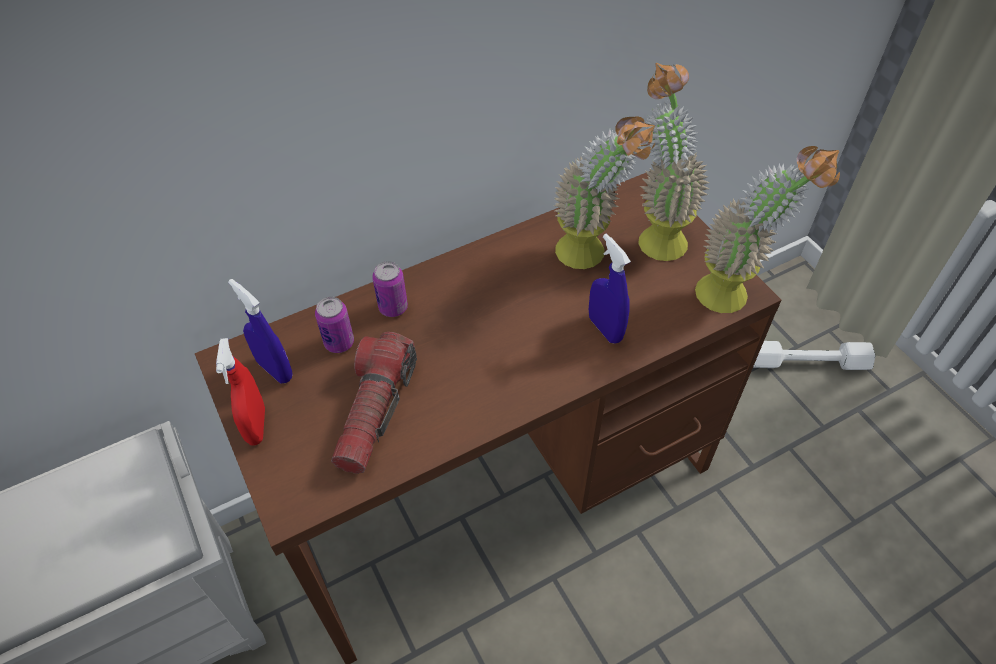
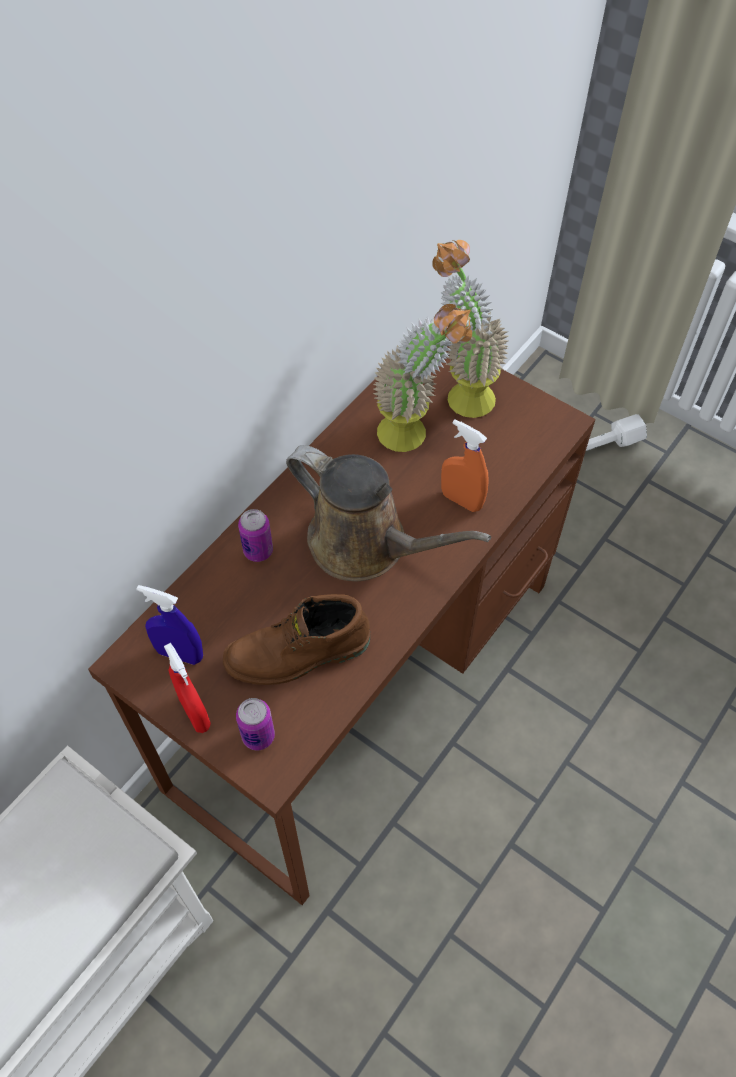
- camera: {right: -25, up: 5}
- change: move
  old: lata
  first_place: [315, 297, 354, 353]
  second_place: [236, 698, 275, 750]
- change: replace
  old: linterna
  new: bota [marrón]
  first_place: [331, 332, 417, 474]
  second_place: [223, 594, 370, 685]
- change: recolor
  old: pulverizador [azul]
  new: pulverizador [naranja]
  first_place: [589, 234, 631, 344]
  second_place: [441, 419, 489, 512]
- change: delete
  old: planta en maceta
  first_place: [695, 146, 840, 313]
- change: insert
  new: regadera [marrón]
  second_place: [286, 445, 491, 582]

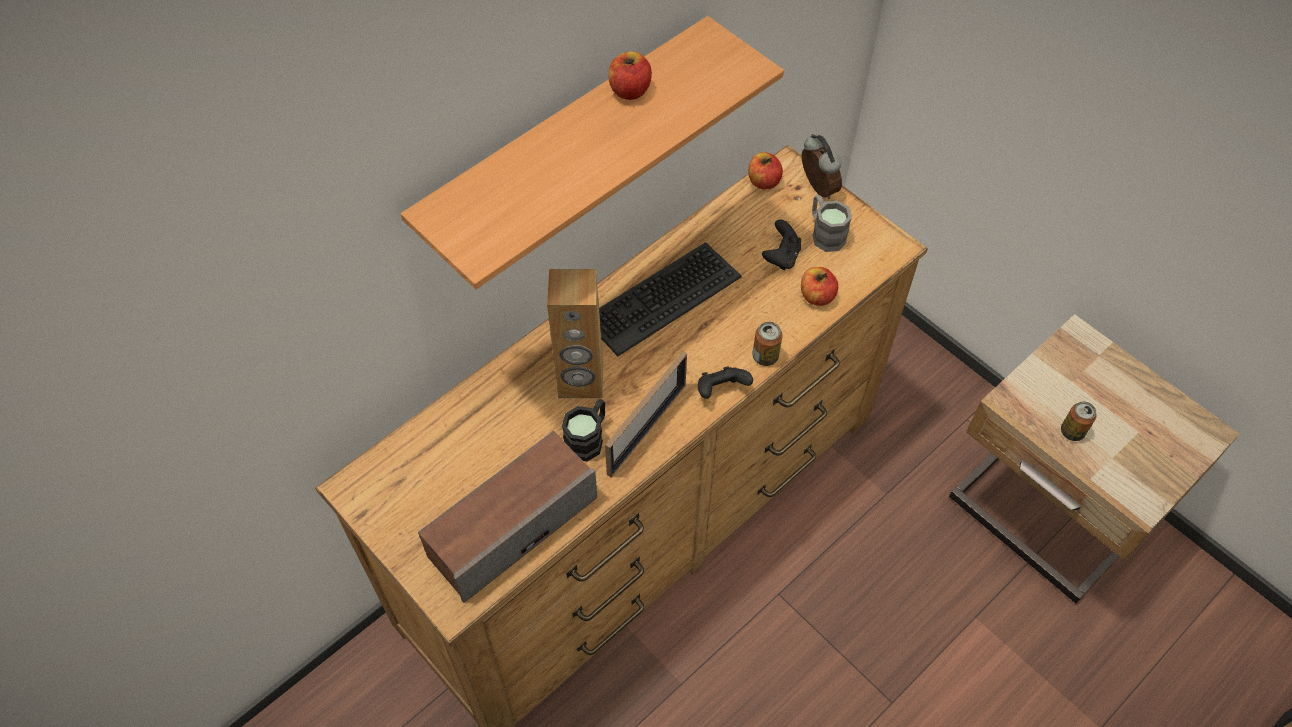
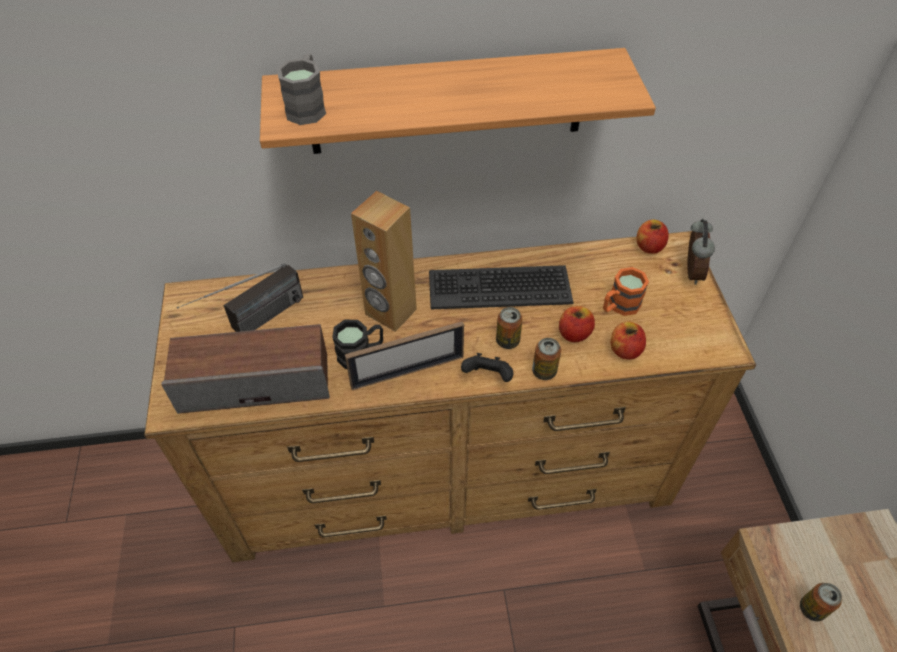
- camera: {right: 35, up: -5}
- change: move
  old: manzana
  first_place: [608, 51, 652, 100]
  second_place: [559, 306, 595, 342]
- change: replace
  old: mando de consola [negro]
  new: taza grande [naranja]
  first_place: [762, 220, 801, 270]
  second_place: [603, 267, 649, 316]
- change: move
  old: taza grande [gris]
  first_place: [812, 195, 852, 252]
  second_place: [277, 53, 326, 125]
- change: insert
  new: radio
  second_place: [177, 263, 303, 332]
- change: insert
  new: lata
  second_place: [496, 307, 522, 349]

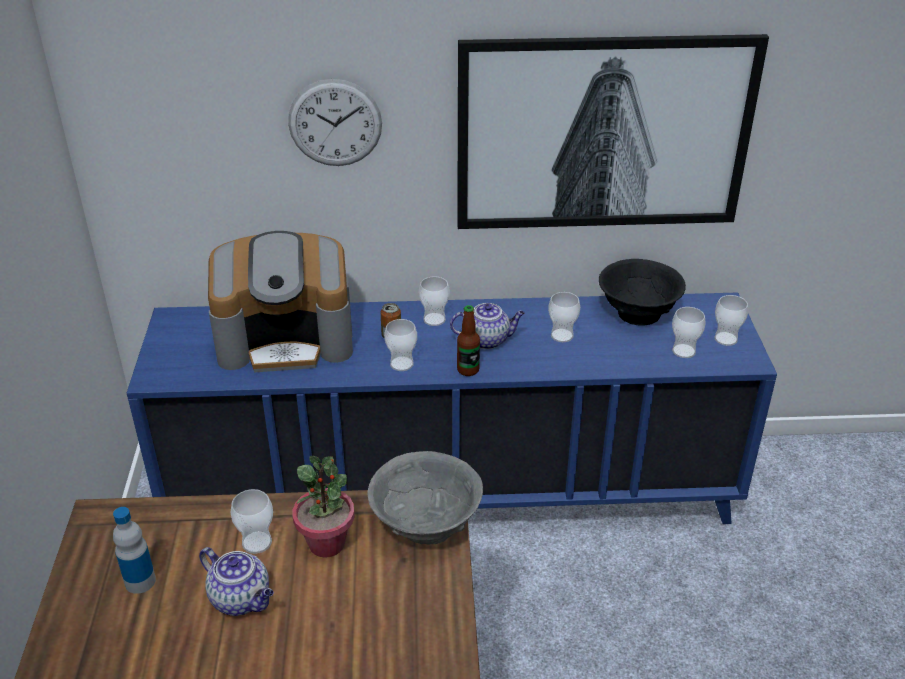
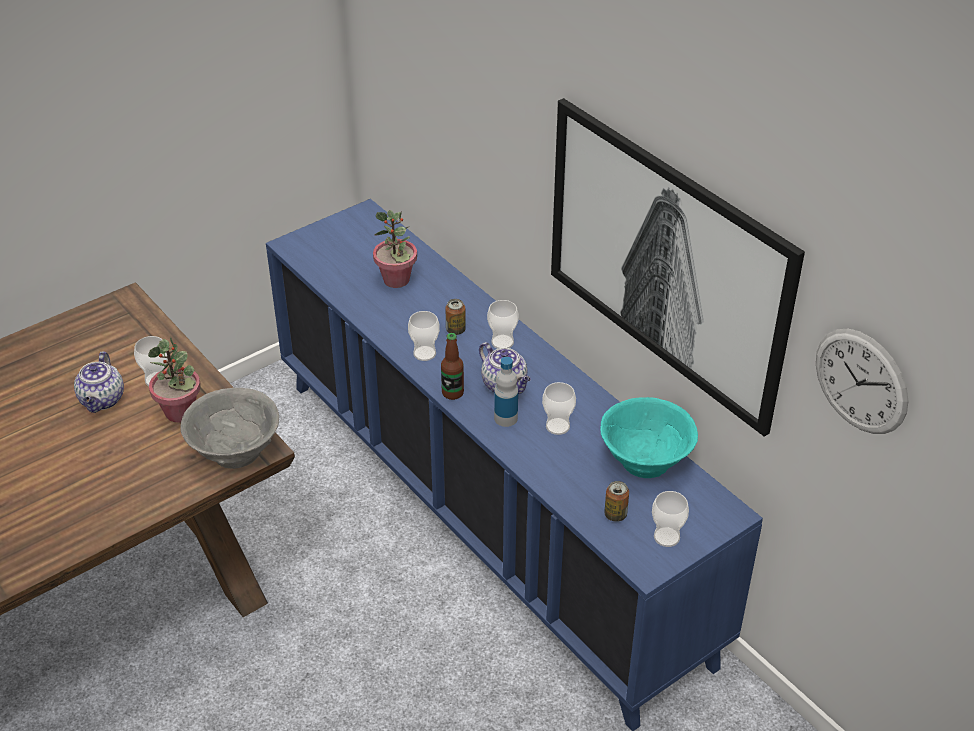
- camera: {right: 55, up: 5}
- change: move
  old: botella
  first_place: [113, 507, 156, 594]
  second_place: [494, 357, 518, 427]
- change: replace
  old: cafetera
  new: planta en maceta
  first_place: [208, 231, 353, 373]
  second_place: [373, 210, 417, 288]
- change: move
  old: reloj de pared
  first_place: [288, 79, 382, 166]
  second_place: [816, 329, 908, 434]
- change: recolor
  old: cuenco [negro]
  new: cuenco [turquesa]
  first_place: [599, 259, 686, 325]
  second_place: [600, 397, 698, 478]
- change: replace
  old: taza
  new: lata
  first_place: [672, 307, 706, 358]
  second_place: [604, 481, 629, 522]

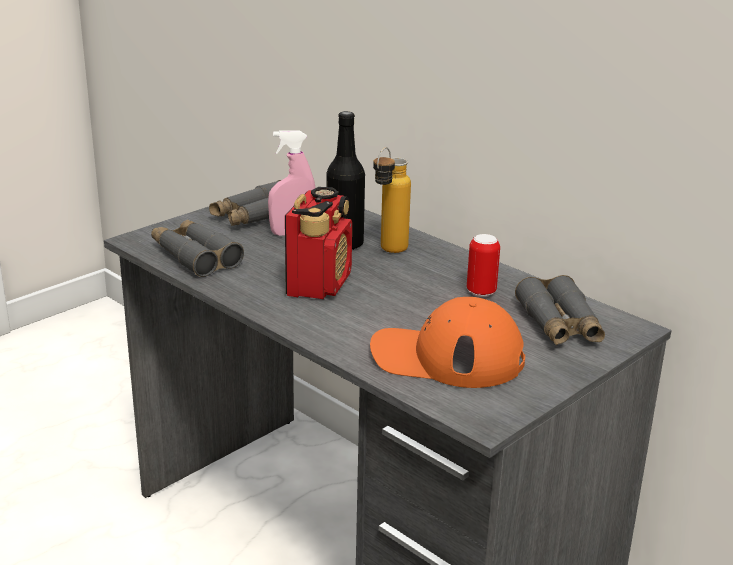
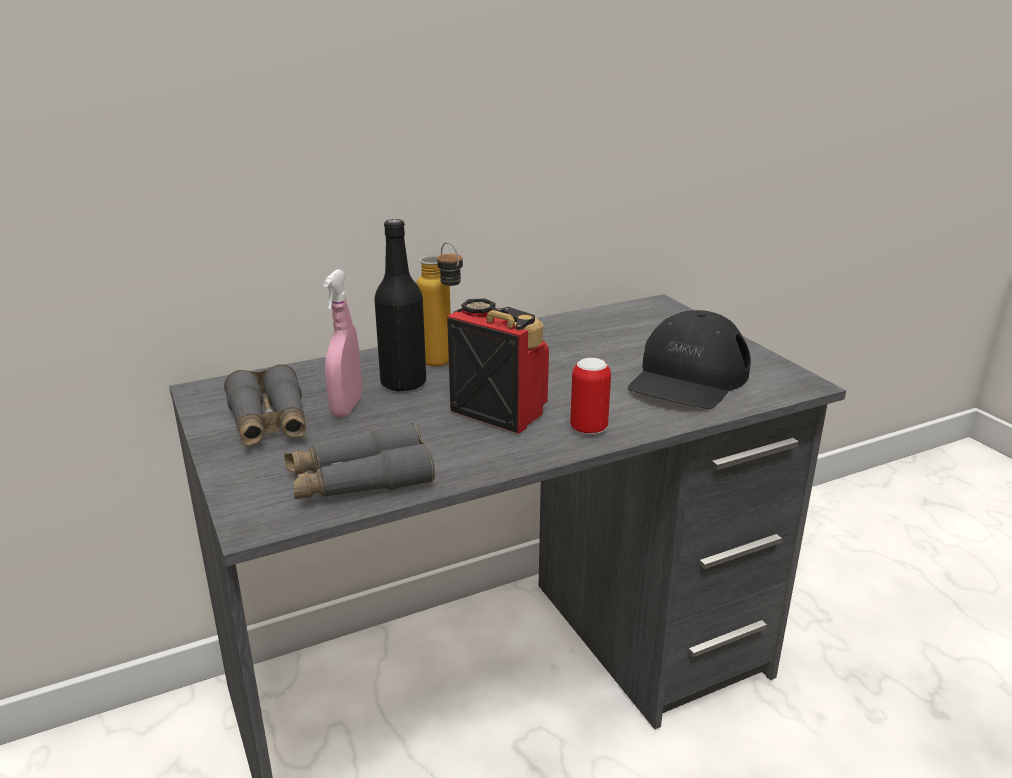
- camera: {right: -70, up: 0}
- change: recolor
  old: gorra [naranja]
  new: gorra [negro]
  first_place: [370, 297, 525, 388]
  second_place: [628, 310, 751, 409]
- change: move
  old: lata
  first_place: [467, 234, 500, 297]
  second_place: [570, 358, 611, 435]
- change: delete
  old: prismáticos [gris]
  first_place: [515, 275, 605, 345]

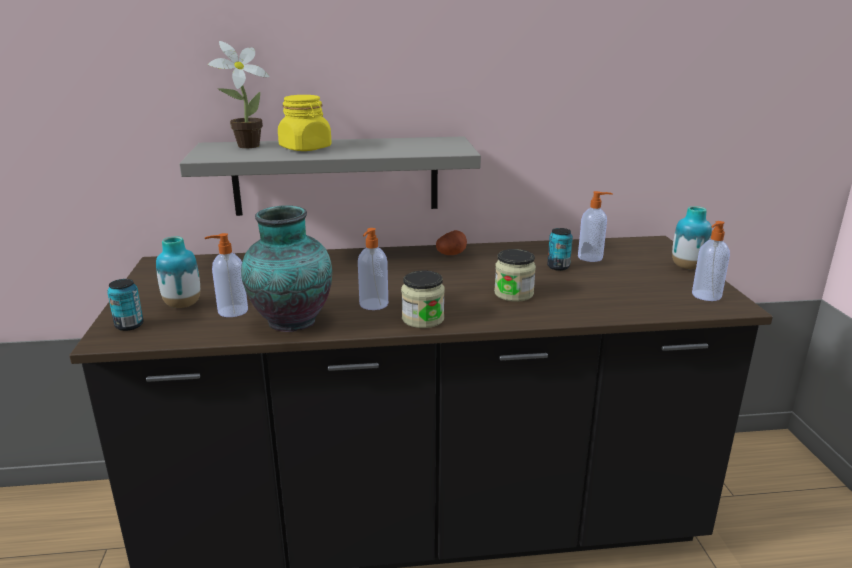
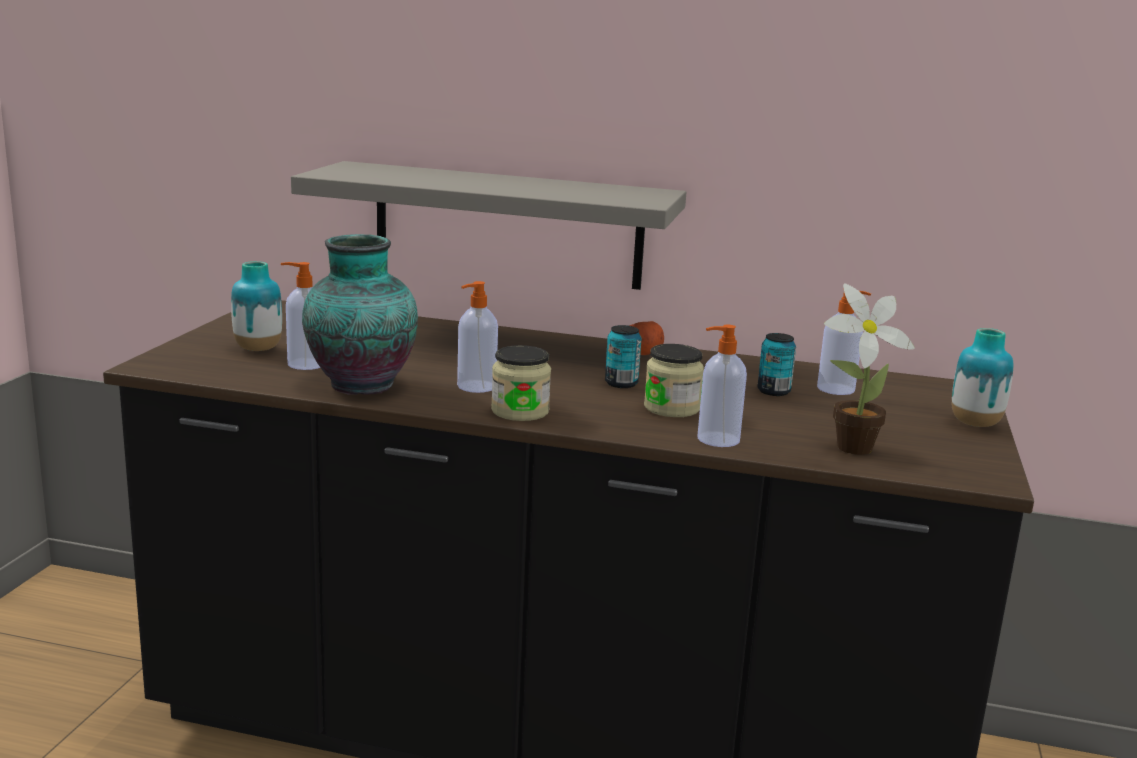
- camera: {right: 20, up: -5}
- change: move
  old: lata
  first_place: [107, 279, 144, 331]
  second_place: [605, 325, 641, 388]
- change: move
  old: planta en maceta
  first_place: [208, 41, 270, 148]
  second_place: [824, 283, 915, 455]
- change: delete
  old: tarro [amarillo]
  first_place: [278, 95, 332, 151]
- change: move
  old: dispensador de jabón
  first_place: [692, 221, 730, 301]
  second_place: [697, 325, 747, 447]

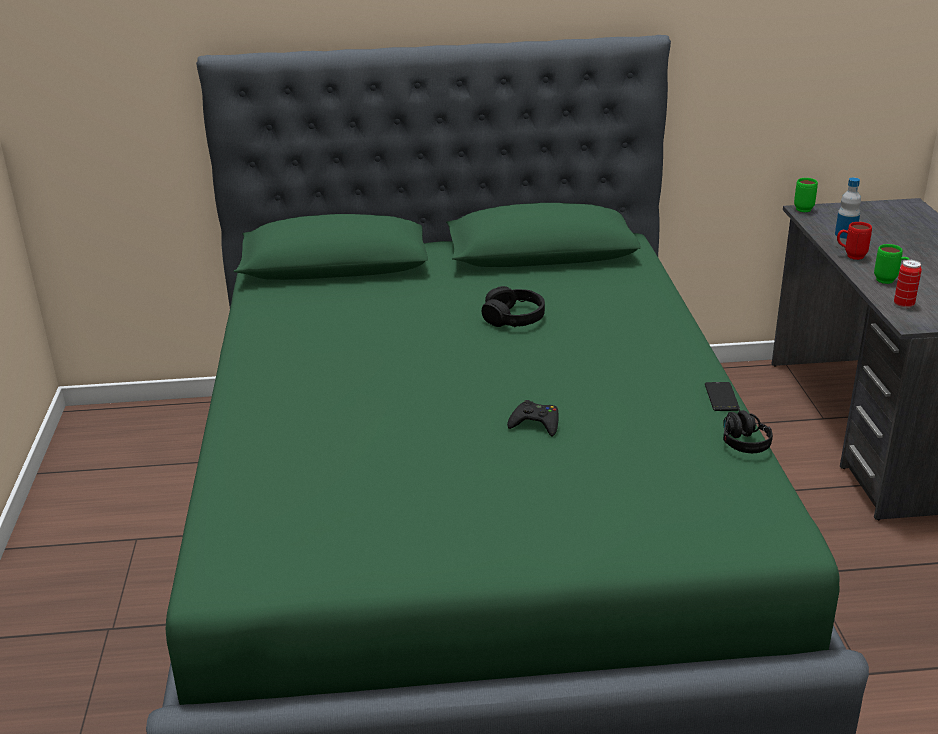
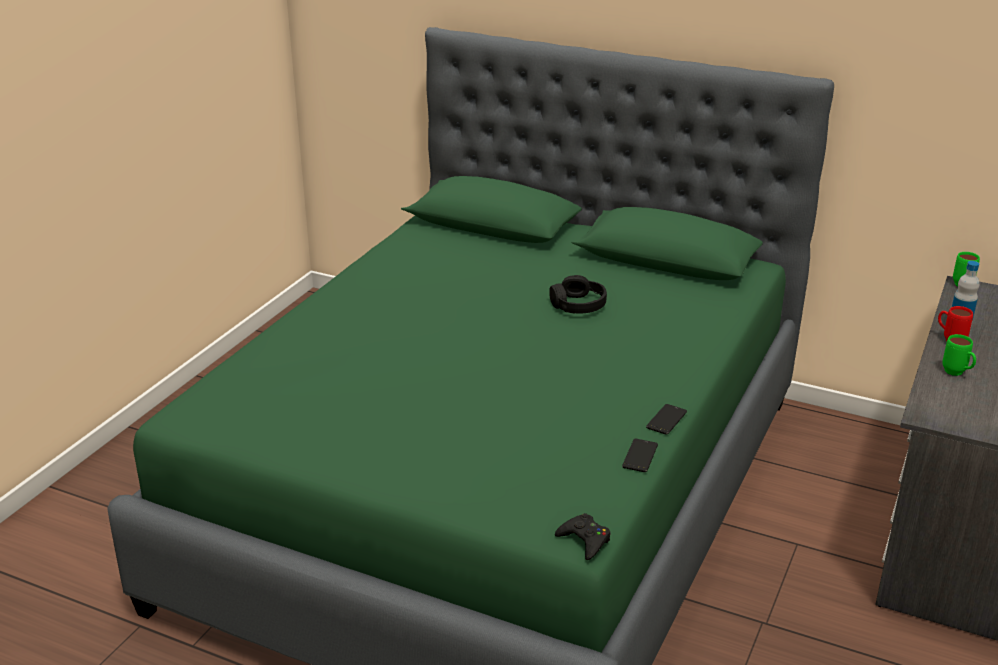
- camera: {right: 30, up: 0}
- change: move
  old: mando de consola [negro]
  first_place: [507, 400, 558, 437]
  second_place: [555, 513, 611, 560]
- change: replace
  old: auriculares [negro]
  new: móvil
  first_place: [723, 407, 773, 453]
  second_place: [622, 439, 658, 472]
- change: delete
  old: lata
  first_place: [894, 260, 922, 308]

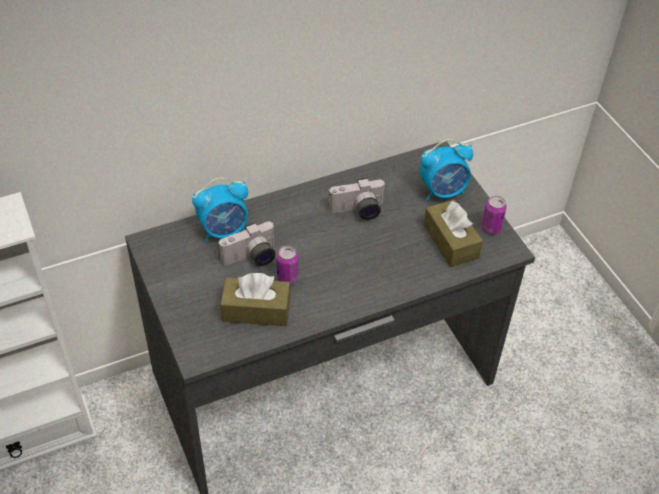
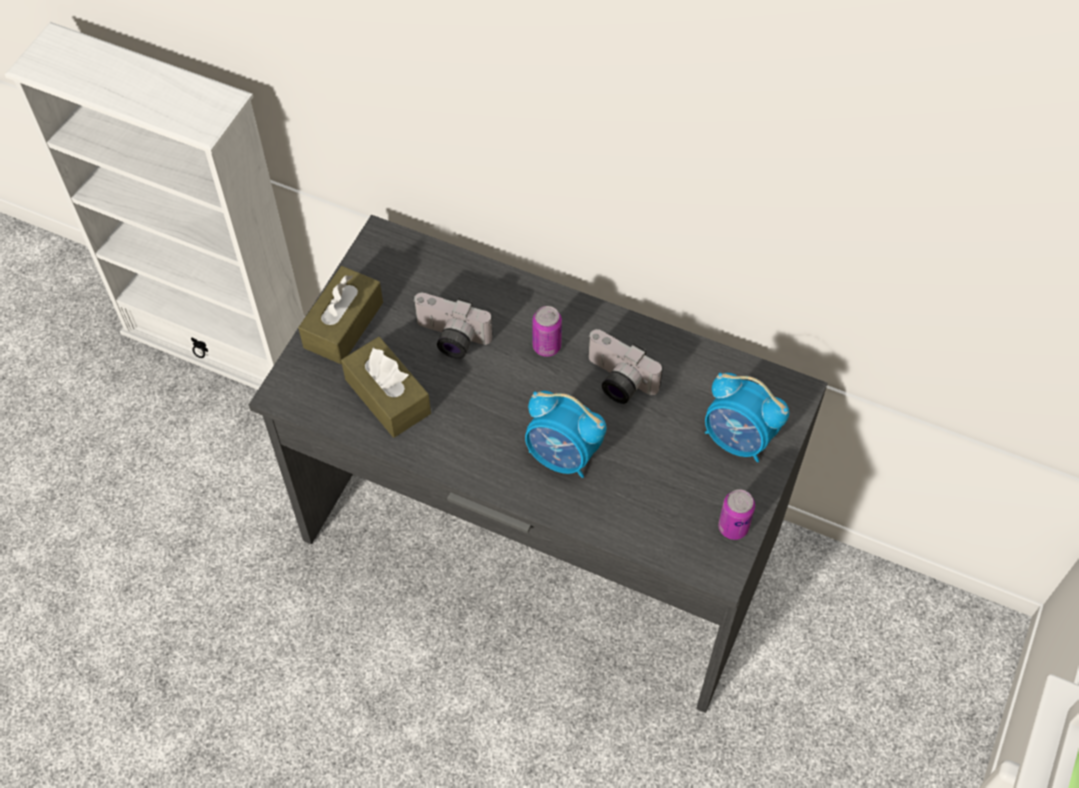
- camera: {right: 50, up: 10}
- change: move
  old: despertador
  first_place: [192, 178, 248, 242]
  second_place: [525, 391, 606, 478]
- change: move
  old: lata
  first_place: [276, 246, 298, 285]
  second_place: [532, 306, 562, 357]
- change: move
  old: caja de pañuelos [marrón]
  first_place: [424, 200, 483, 267]
  second_place: [298, 266, 383, 364]

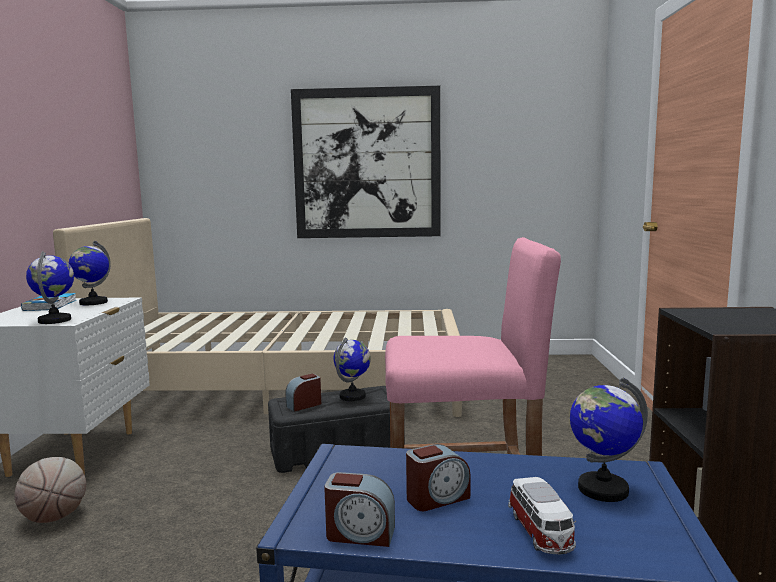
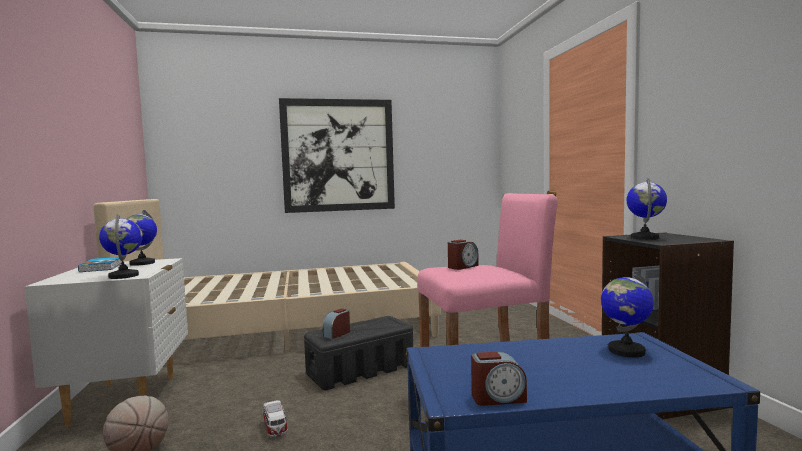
- camera: {right: -15, up: -5}
- change: move
  old: globo terráqueo
  first_place: [334, 337, 371, 401]
  second_place: [627, 177, 667, 240]
- change: move
  old: despertador
  first_place: [406, 444, 471, 511]
  second_place: [448, 240, 479, 270]
- change: move
  old: coche de juguete
  first_place: [508, 477, 576, 555]
  second_place: [263, 400, 288, 437]

